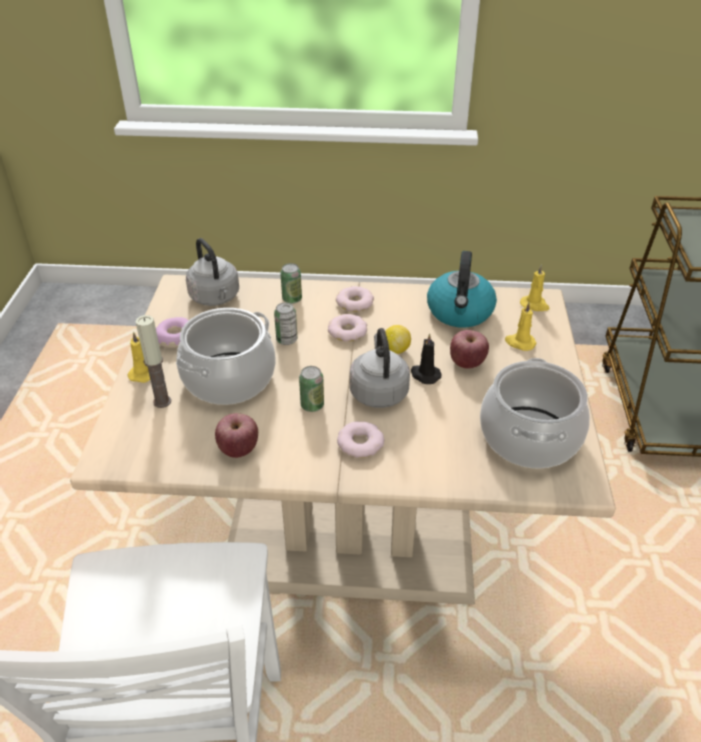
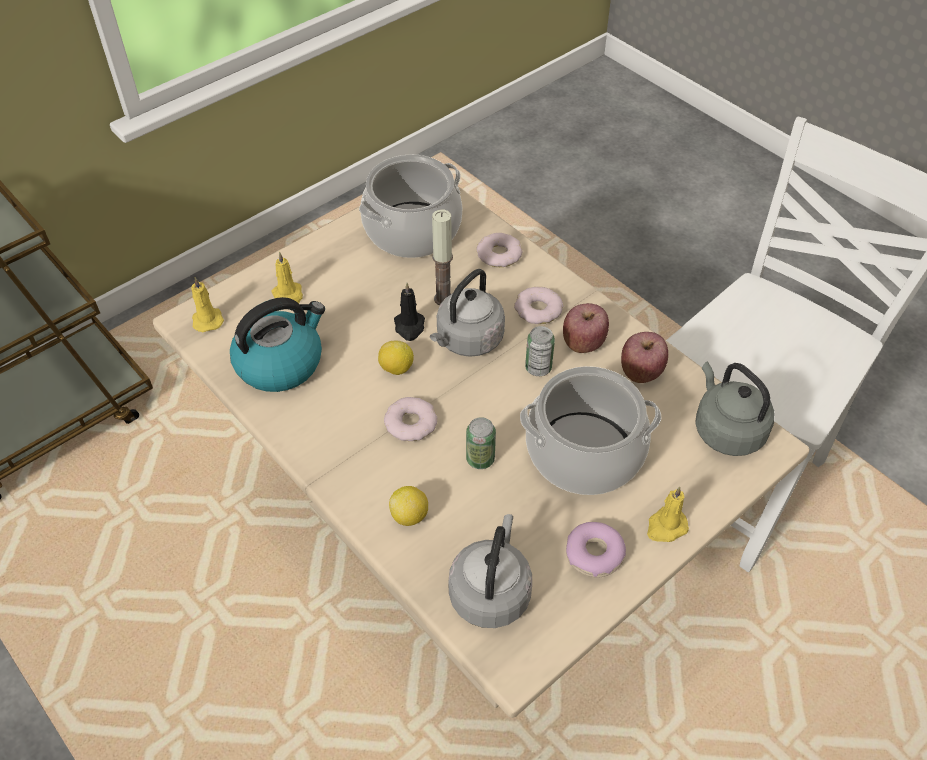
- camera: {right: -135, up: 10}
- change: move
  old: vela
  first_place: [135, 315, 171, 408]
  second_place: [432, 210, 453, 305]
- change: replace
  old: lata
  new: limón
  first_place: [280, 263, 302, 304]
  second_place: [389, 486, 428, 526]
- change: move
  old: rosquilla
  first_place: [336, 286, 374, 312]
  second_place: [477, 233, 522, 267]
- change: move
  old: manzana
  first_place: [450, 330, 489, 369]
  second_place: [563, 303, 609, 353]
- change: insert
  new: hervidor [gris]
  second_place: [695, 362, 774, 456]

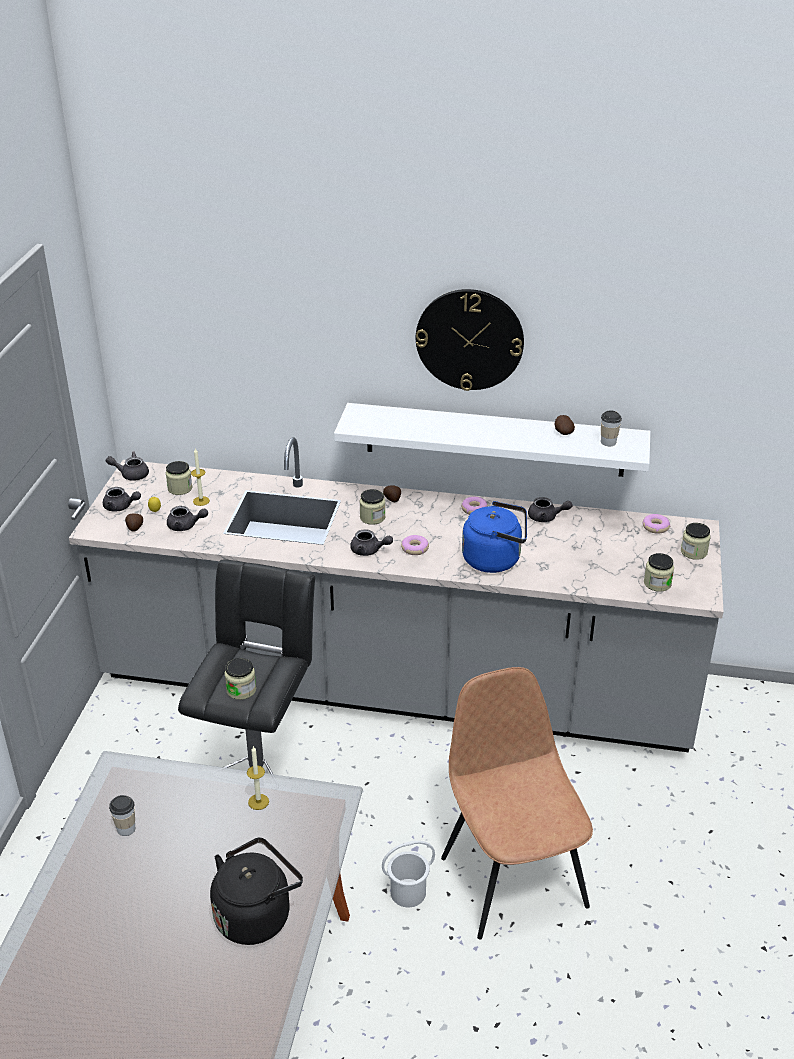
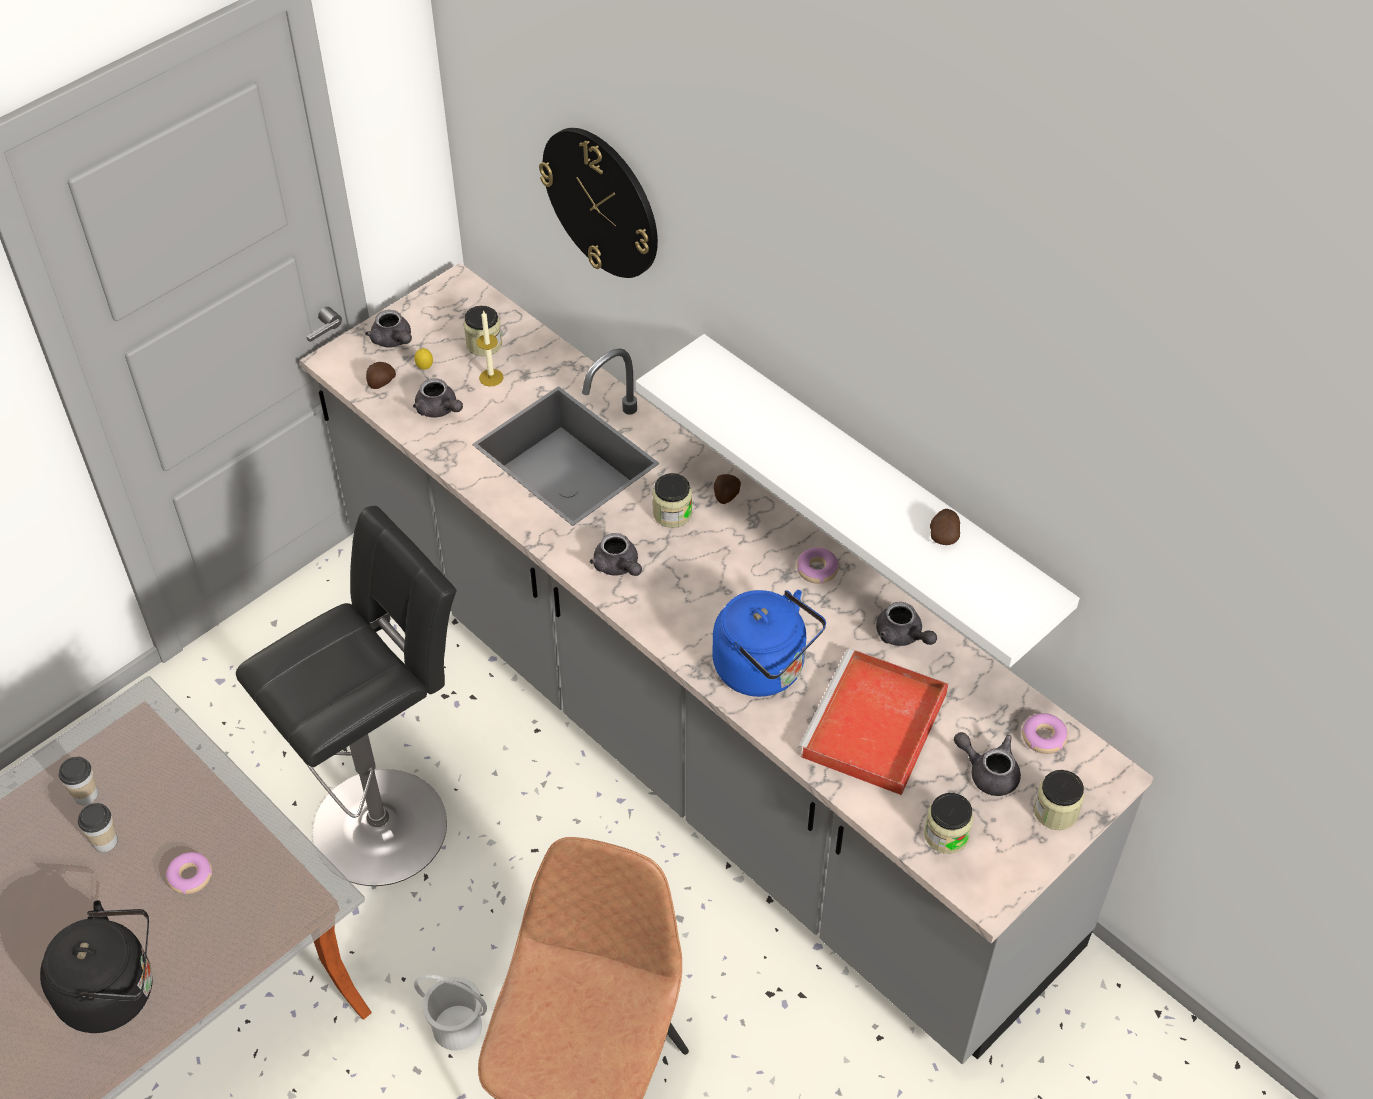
- camera: {right: 35, up: 15}
- change: move
  old: tetera [gris]
  first_place: [106, 452, 149, 481]
  second_place: [954, 732, 1021, 796]
- change: delete
  old: tarro
  first_place: [225, 658, 256, 700]
- change: delete
  old: vela
  first_place: [247, 746, 269, 810]
- change: move
  old: rosquilla
  first_place: [401, 535, 429, 555]
  second_place: [165, 852, 212, 894]
- change: move
  old: reloj de pared
  first_place: [416, 289, 524, 391]
  second_place: [539, 128, 658, 278]
- change: move
  old: taza
  first_place: [601, 410, 622, 446]
  second_place: [78, 803, 118, 852]
- change: insert
  new: bandeja [rojo]
  second_place: [798, 649, 948, 795]

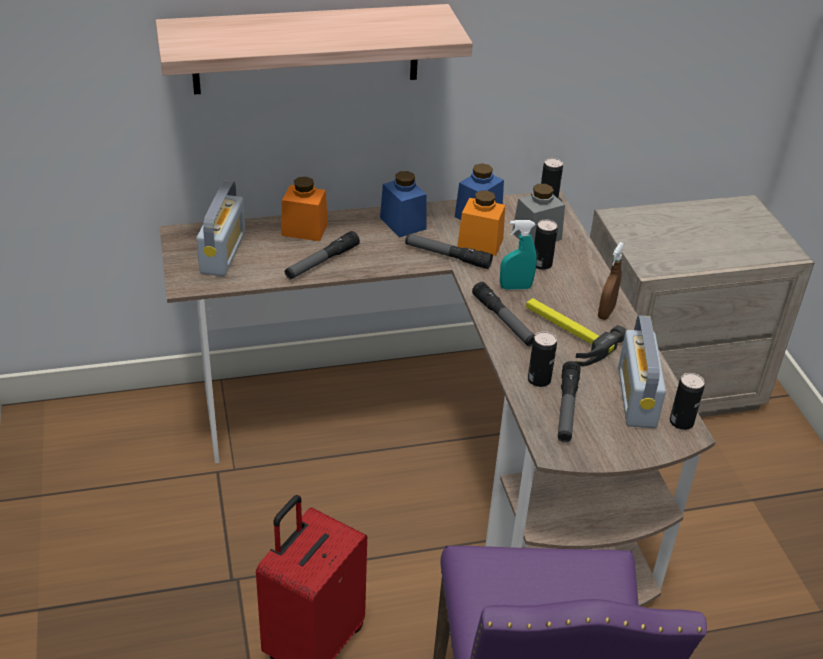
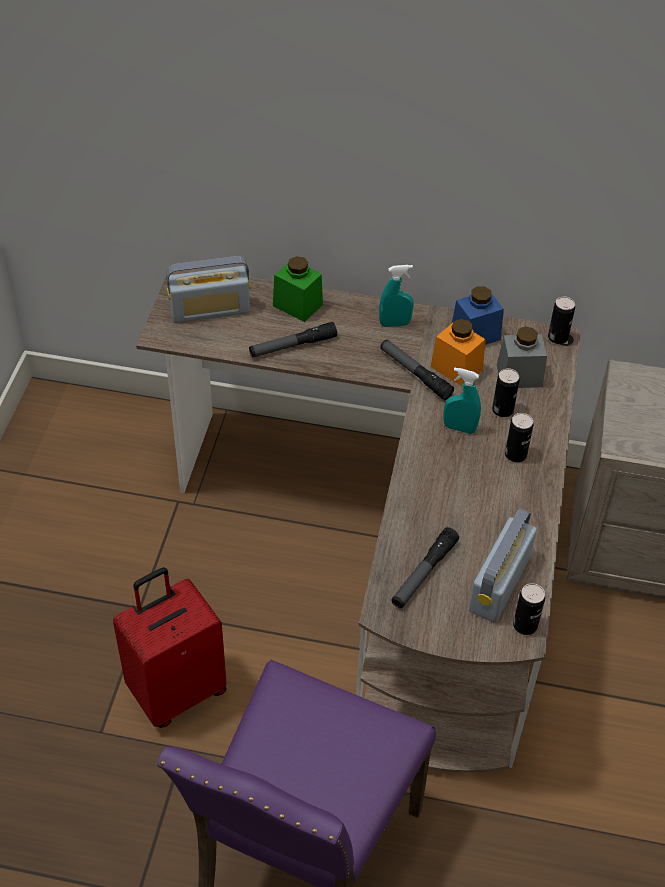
- camera: {right: 25, up: 10}
- change: delete
  old: estante
  first_place: [156, 4, 473, 95]
- change: rotate
  old: radio
  first_place: [196, 180, 245, 276]
  second_place: [166, 256, 251, 323]
  degrees: 45
- change: recolor
  old: tarro [naranja]
  new: tarro [verde]
  first_place: [281, 177, 328, 241]
  second_place: [273, 256, 323, 322]
- change: replace
  old: tarro [azul]
  new: pulverizador [turquesa]
  first_place: [380, 171, 427, 237]
  second_place: [379, 265, 414, 327]
- change: delete
  old: linterna
  first_place: [472, 282, 535, 346]
- change: delete
  old: martillo
  first_place: [526, 298, 627, 366]
- change: move
  old: lata
  first_place: [528, 331, 557, 387]
  second_place: [505, 413, 533, 462]
- change: delete
  old: pulverizador [marrón]
  first_place: [598, 242, 624, 320]

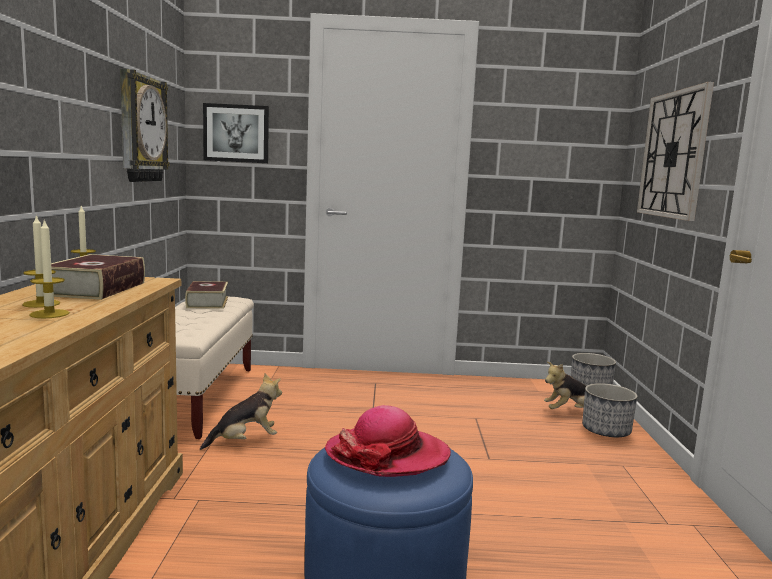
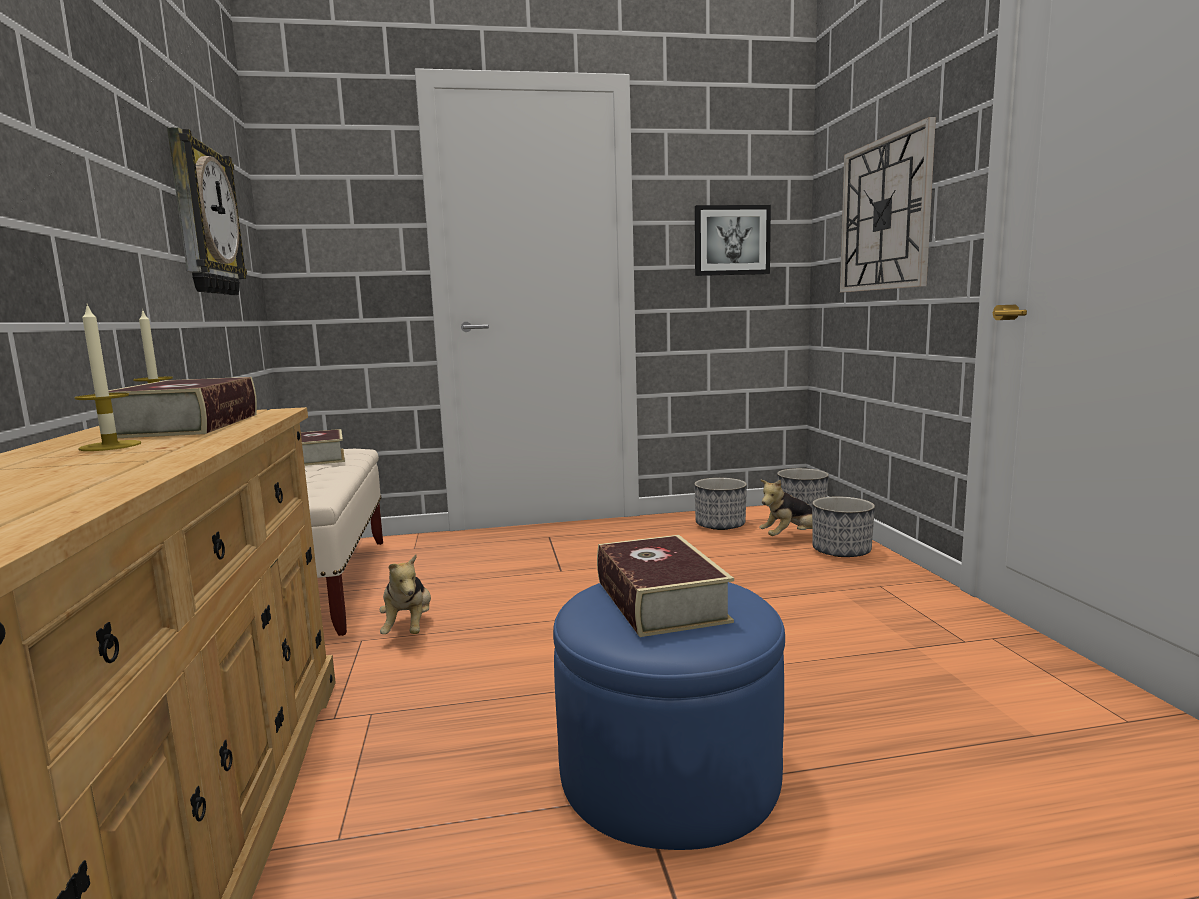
- camera: {right: -10, up: 0}
- change: delete
  old: vela
  first_place: [29, 219, 69, 318]
- change: rotate
  old: peluche
  first_place: [200, 374, 282, 450]
  second_place: [379, 554, 431, 634]
  degrees: 120
- change: move
  old: cuadro
  first_place: [203, 103, 269, 163]
  second_place: [695, 205, 771, 276]
- change: replace
  old: sombrero
  new: libro
  first_place: [325, 405, 451, 477]
  second_place: [597, 535, 734, 637]
- change: insert
  new: maceta
  second_place: [694, 478, 747, 530]

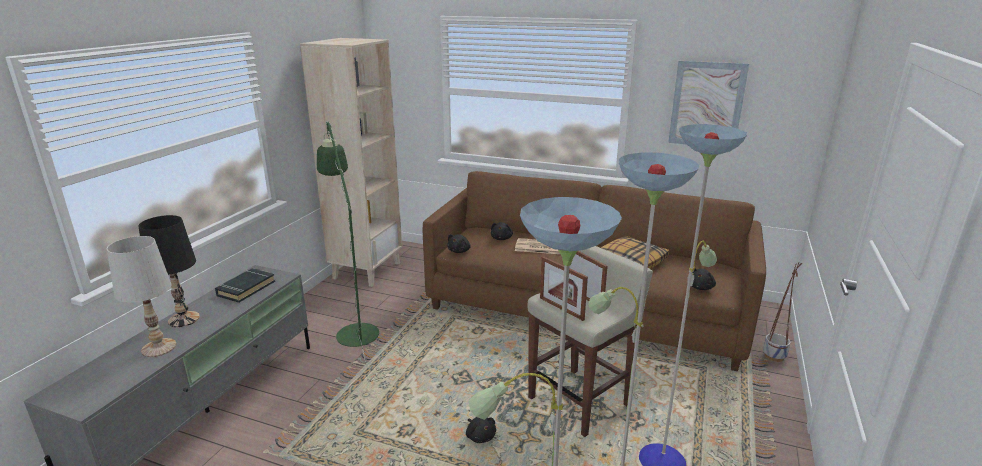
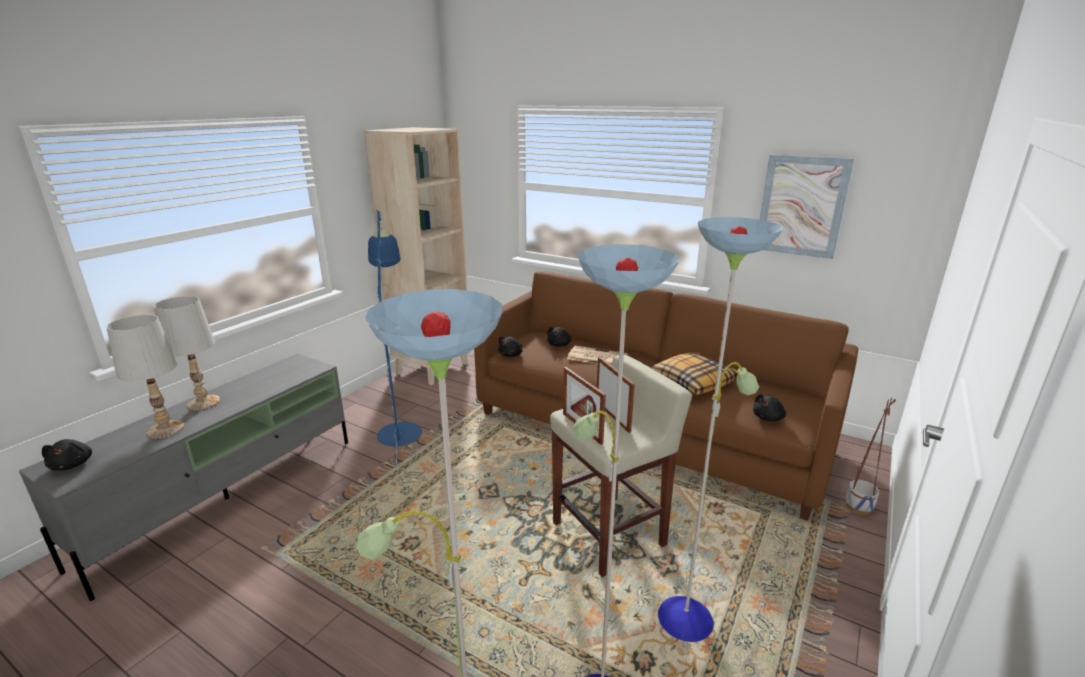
- camera: {right: 10, up: 0}
- change: recolor
  old: lámpara de mesa [negro]
  new: lámpara de mesa [blanco]
  first_place: [138, 215, 200, 327]
  second_place: [154, 296, 220, 410]
- change: delete
  old: libro [negro]
  first_place: [215, 268, 275, 303]
- change: recolor
  old: lámpara de pie [verde]
  new: lámpara de pie [azul]
  first_place: [317, 121, 379, 364]
  second_place: [368, 210, 422, 466]
- change: move
  old: peluche [negro]
  first_place: [466, 417, 496, 443]
  second_place: [42, 439, 92, 470]

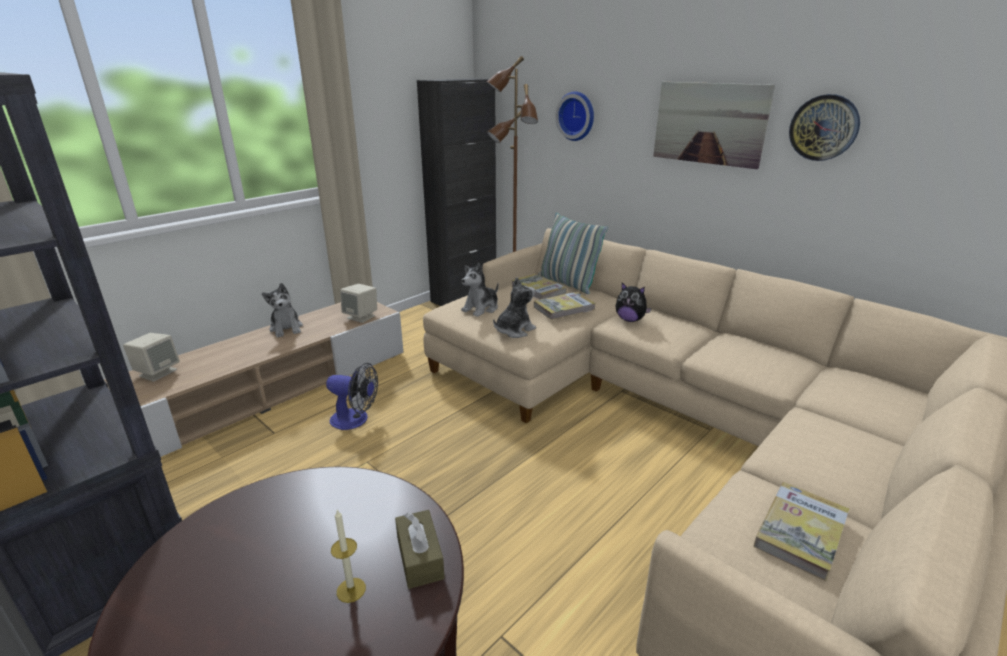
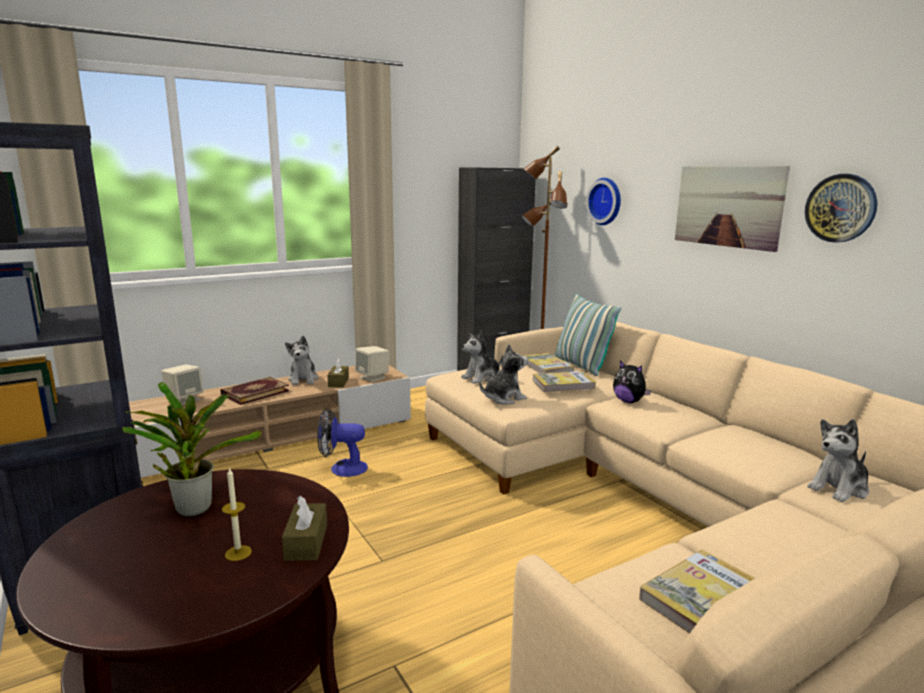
- camera: {right: 15, up: -10}
- change: rotate
  old: ventilador
  first_place: [326, 363, 378, 430]
  second_place: [317, 408, 368, 477]
  degrees: 150
- change: insert
  new: planta en maceta
  second_place: [122, 382, 262, 516]
- change: insert
  new: libro
  second_place: [220, 377, 289, 405]
- change: insert
  new: caja de pañuelos [marrón]
  second_place: [327, 359, 349, 387]
- change: insert
  new: peluche
  second_place: [807, 419, 869, 502]

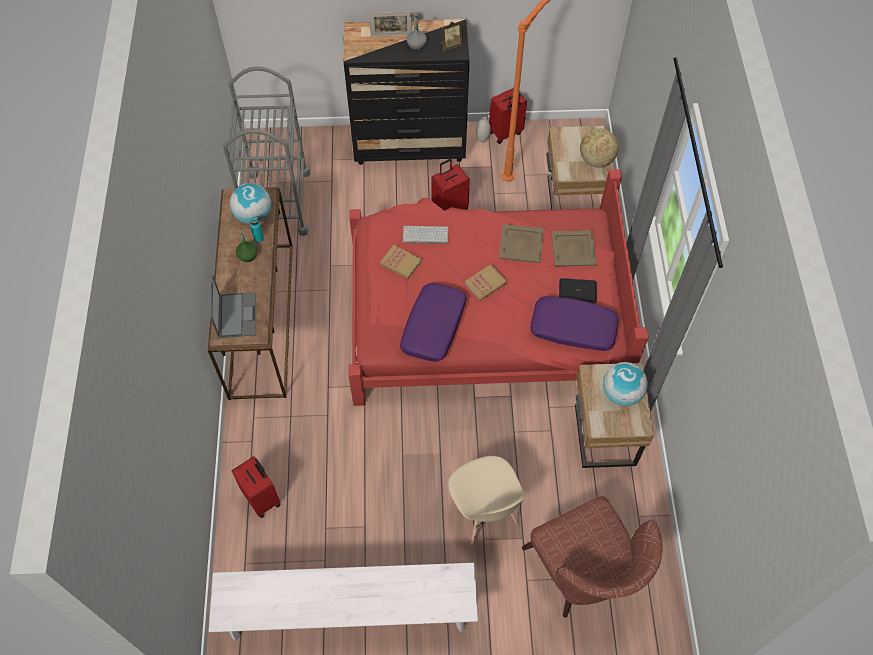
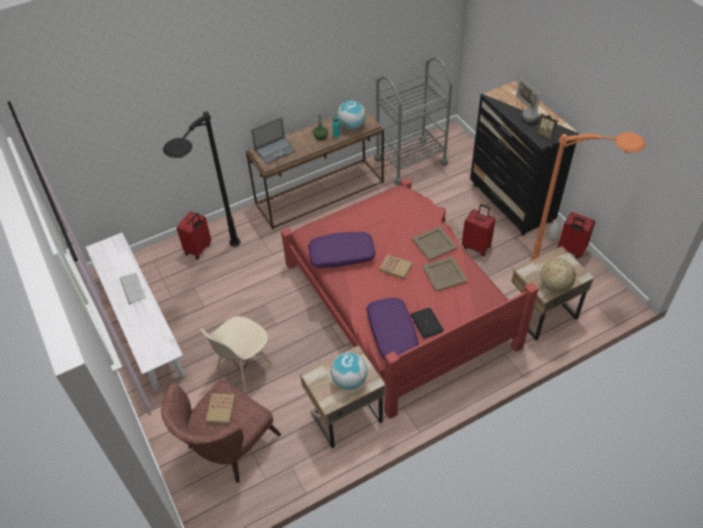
- camera: {right: 65, up: -10}
- change: move
  old: libro
  first_place: [380, 245, 422, 279]
  second_place: [206, 393, 235, 424]
- change: move
  old: teclado
  first_place: [403, 226, 449, 244]
  second_place: [120, 273, 146, 304]
- change: move
  old: bandeja [beis]
  first_place: [551, 230, 597, 267]
  second_place: [412, 226, 458, 261]
- change: insert
  new: lámpara de pie [negro]
  second_place: [163, 111, 241, 247]

